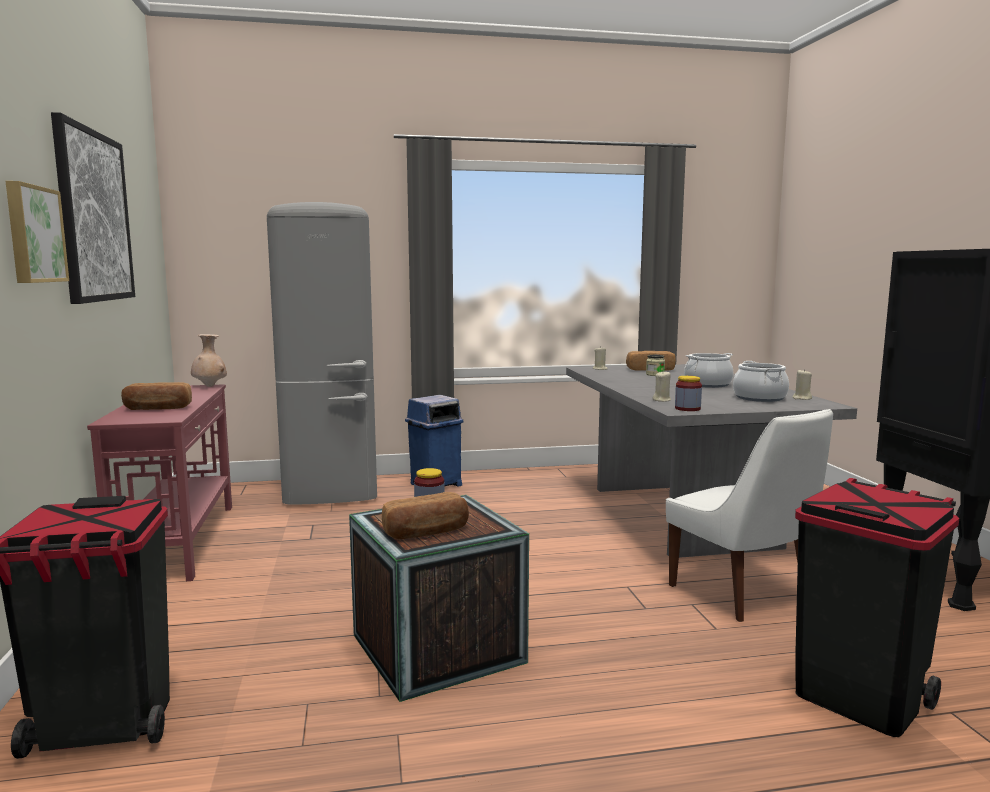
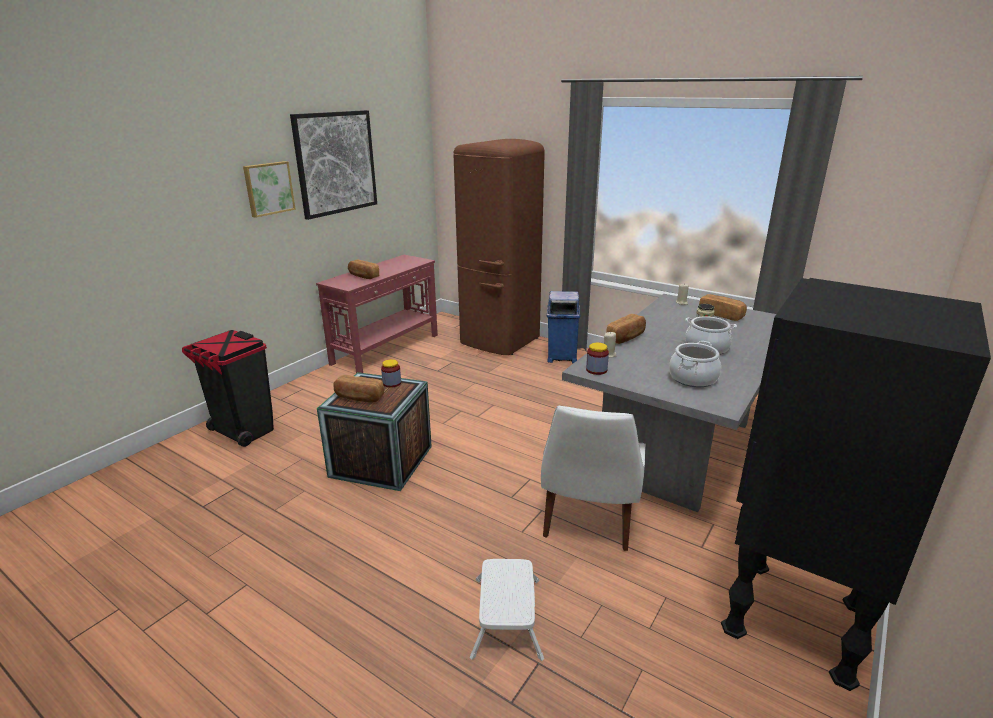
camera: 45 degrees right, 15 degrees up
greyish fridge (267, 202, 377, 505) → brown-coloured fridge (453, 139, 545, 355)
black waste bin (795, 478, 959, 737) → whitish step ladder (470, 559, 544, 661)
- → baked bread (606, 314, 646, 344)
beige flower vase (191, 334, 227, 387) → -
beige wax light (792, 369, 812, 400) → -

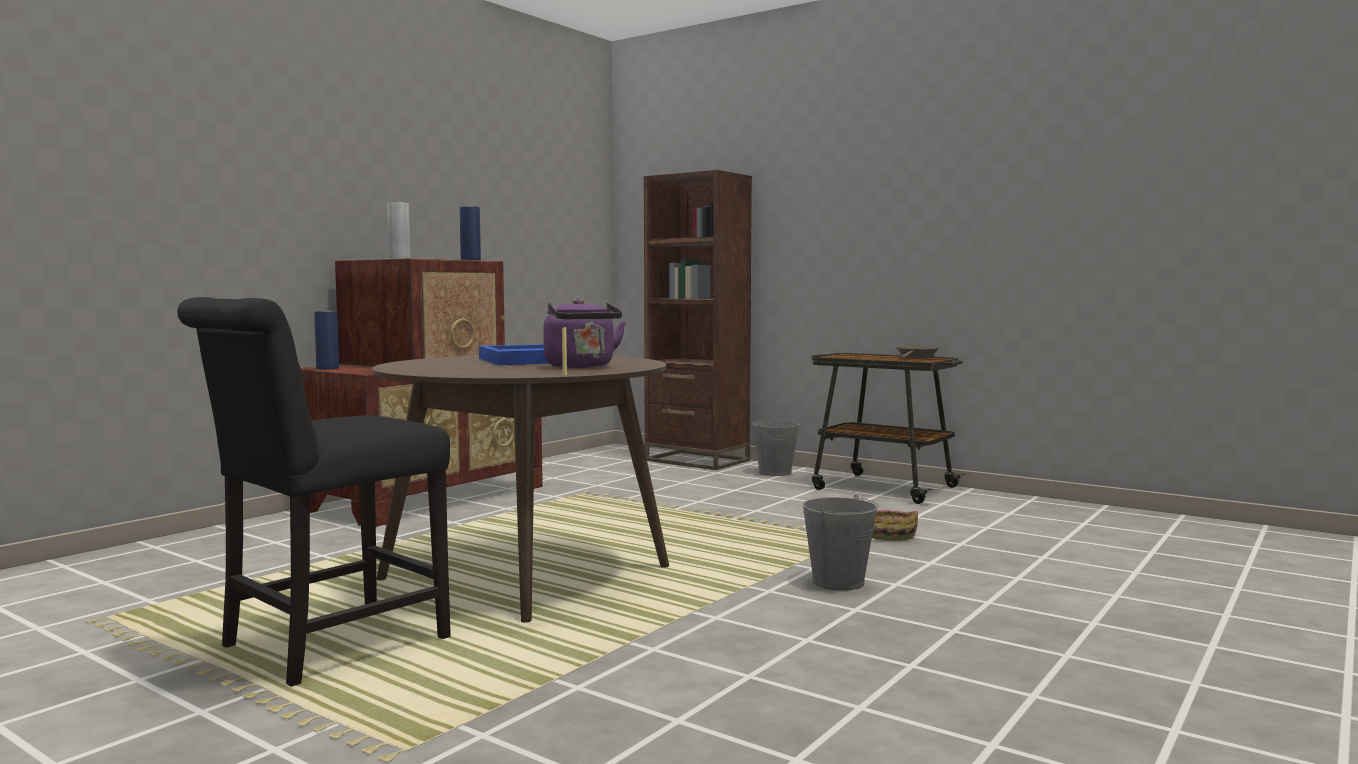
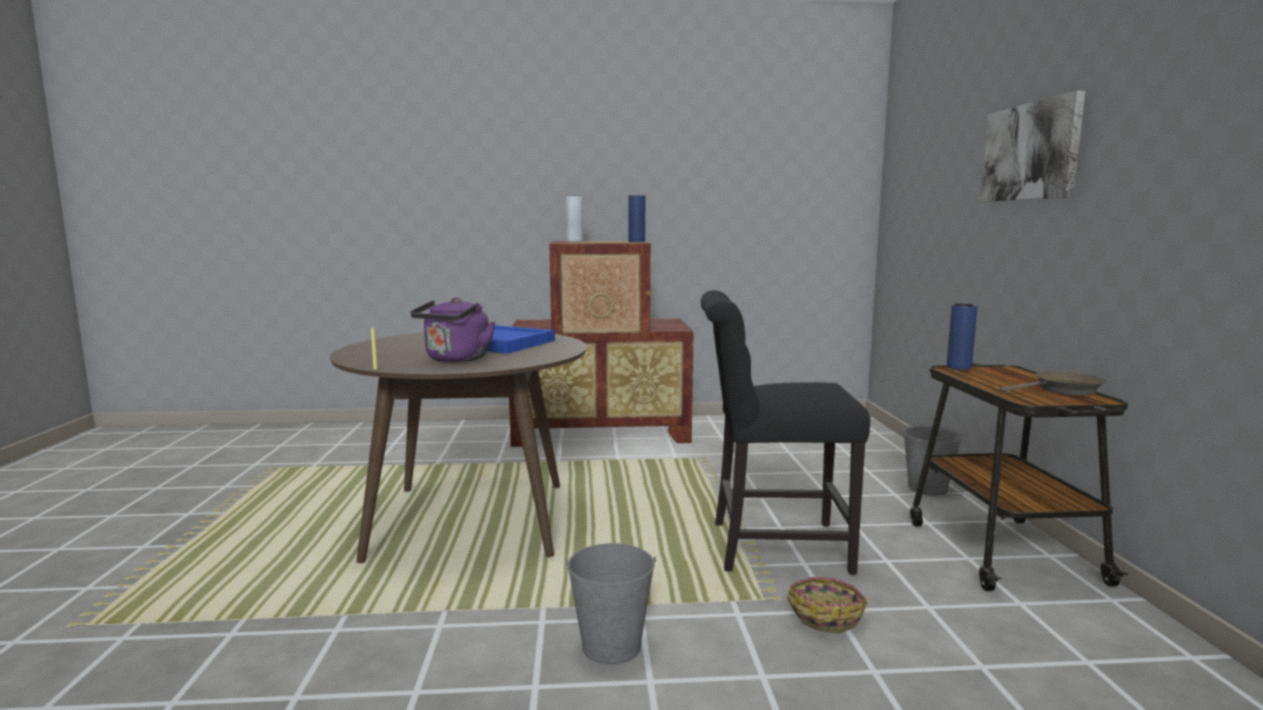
camera: 50 degrees right, 5 degrees up
black chair (177, 297, 451, 687) → black chair (701, 290, 870, 575), moved
blue-coloured flower vase (314, 311, 339, 369) → blue-coloured flower vase (947, 304, 978, 370), moved
- → wall art (980, 90, 1085, 202)
brown-coloured shelving unit (644, 170, 752, 470) → -

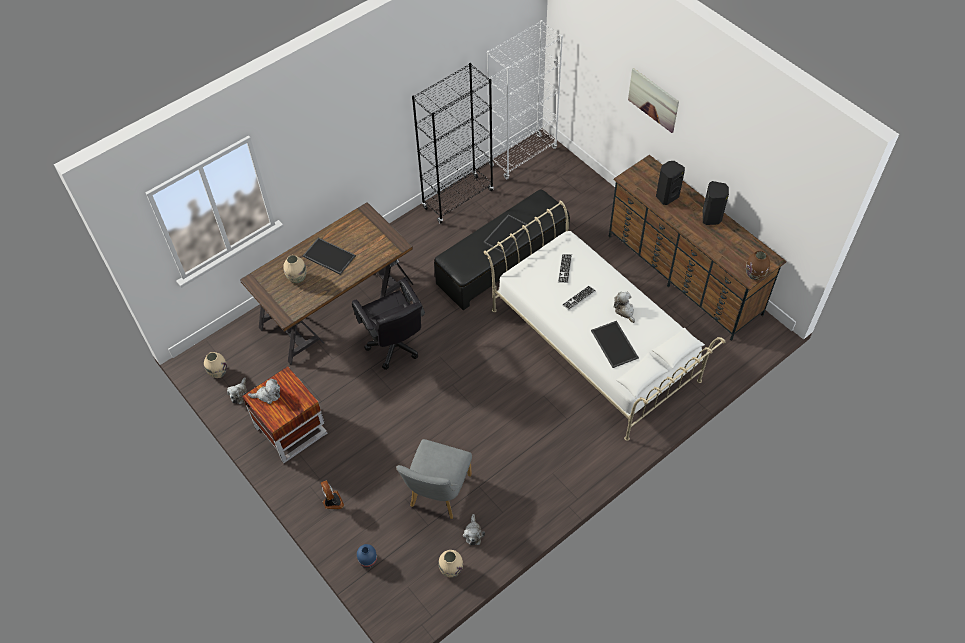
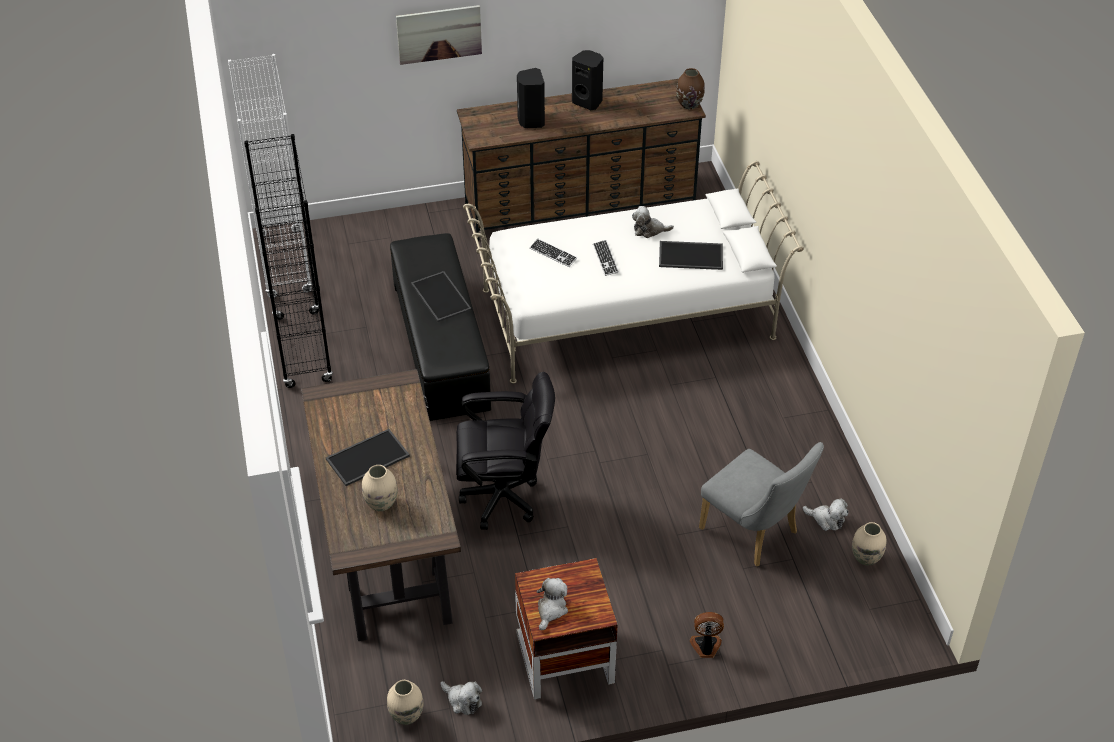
camera: 65 degrees left, 10 degrees down
blue-coloured flower vase (357, 544, 377, 568) → -

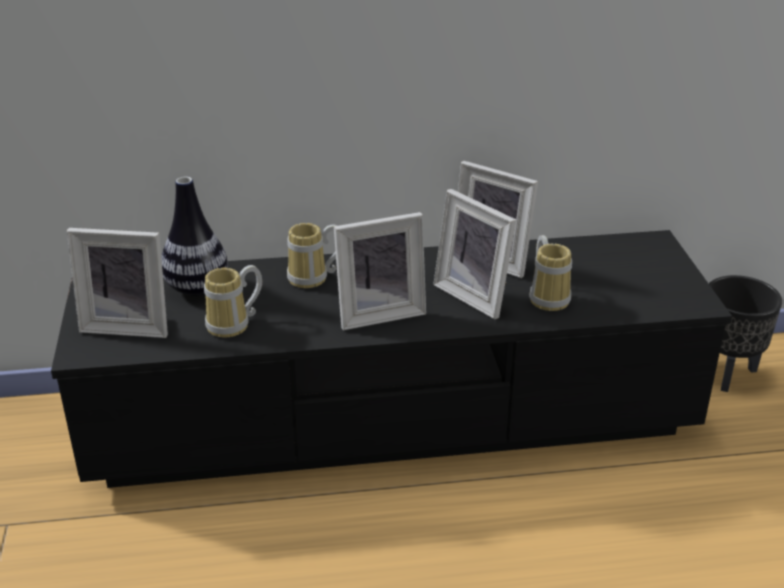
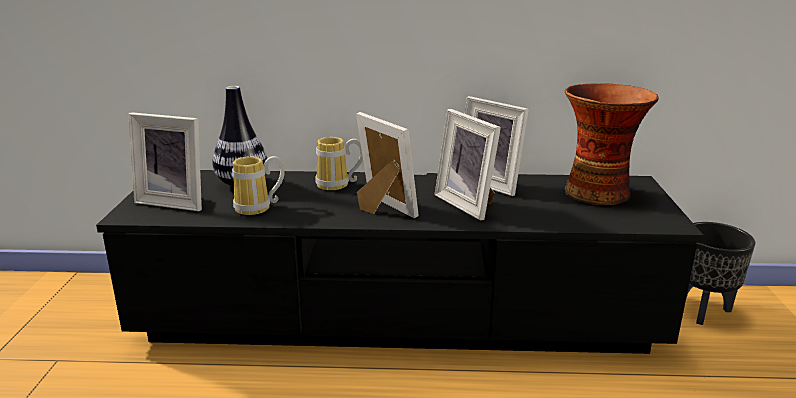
camera: 10 degrees right, 10 degrees down
picture frame (334, 212, 426, 330) → picture frame (356, 112, 419, 218), 120 degrees counterclockwise
- → flower vase (565, 83, 658, 205)
tea mug (529, 235, 572, 311) → -

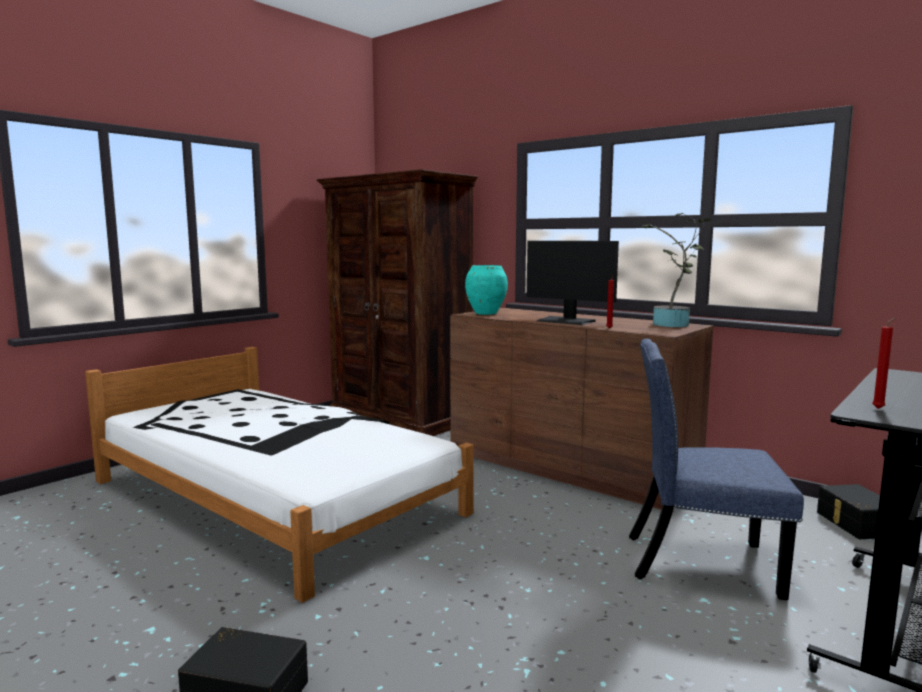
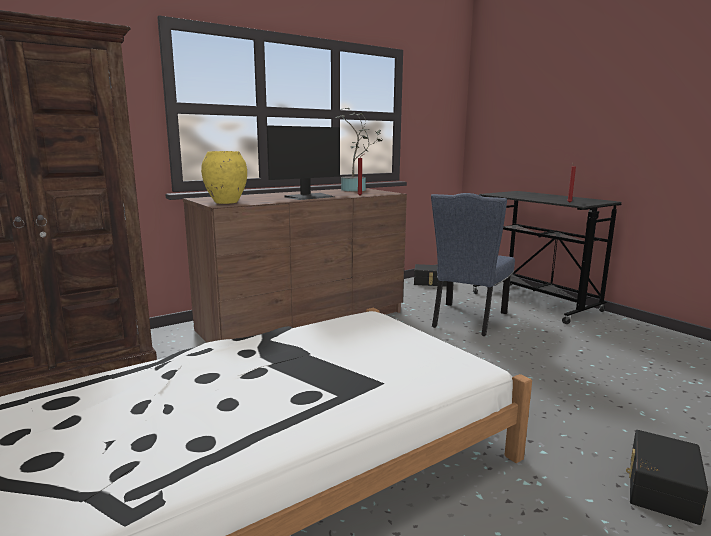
camera: 75 degrees left, 5 degrees up
turquoise flower vase (465, 265, 508, 315) → yellow-coloured flower vase (201, 151, 247, 204)

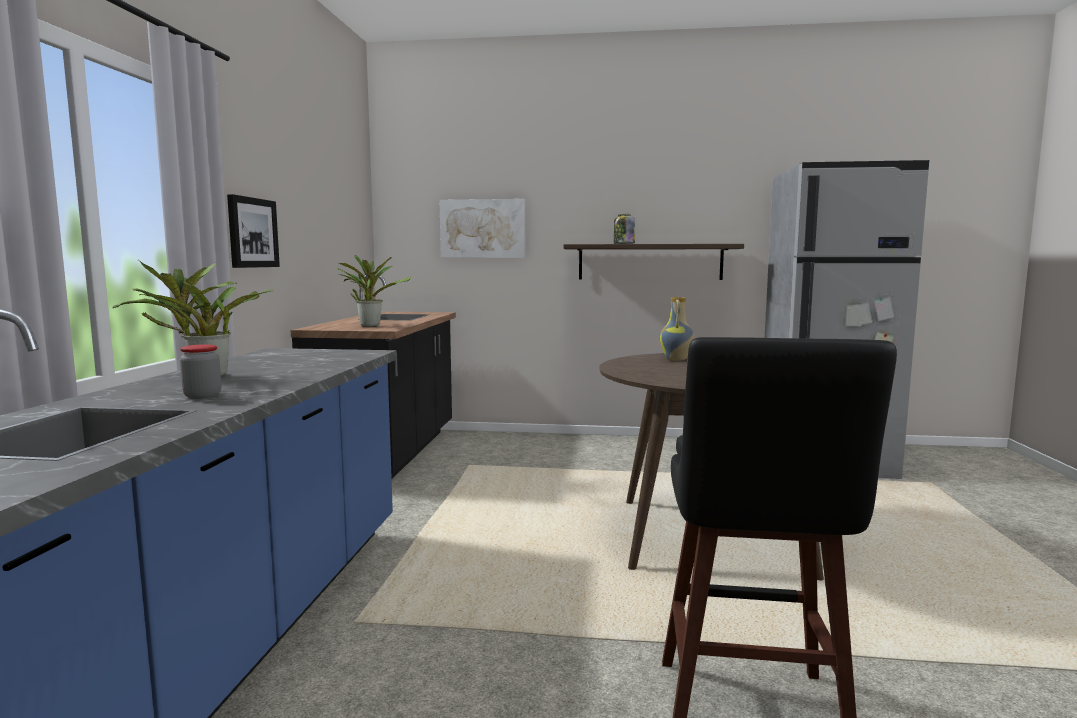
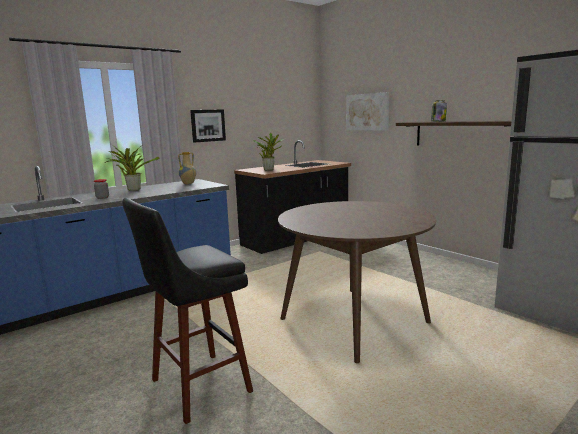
camera: 45 degrees right, 5 degrees up
flower vase (660, 297, 694, 361) → flower vase (178, 152, 196, 184), moved

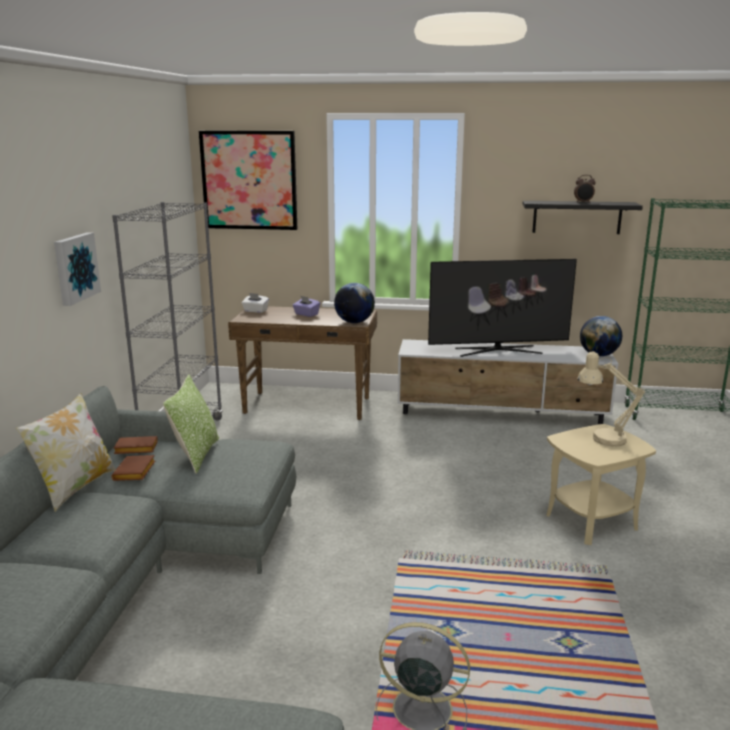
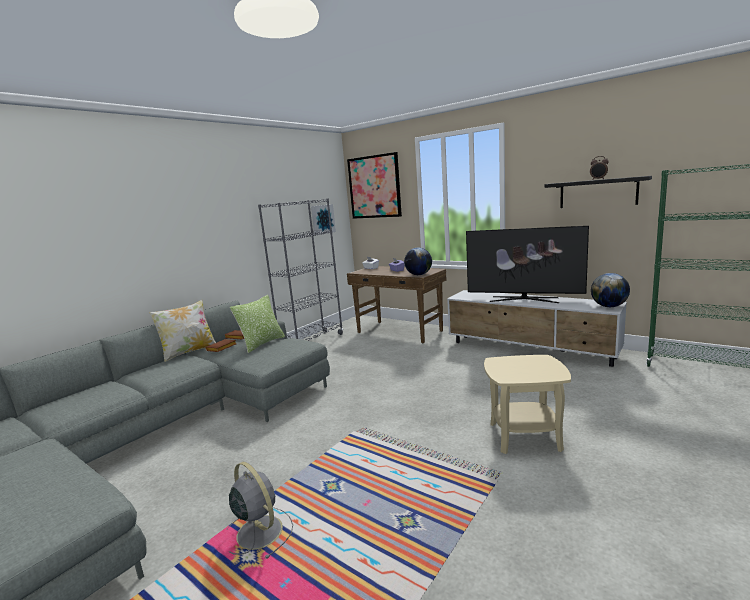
camera: 30 degrees right, 5 degrees down
wall art (54, 232, 101, 306) → wall art (311, 204, 336, 235), moved
beige lamp for a table (577, 352, 645, 447) → -

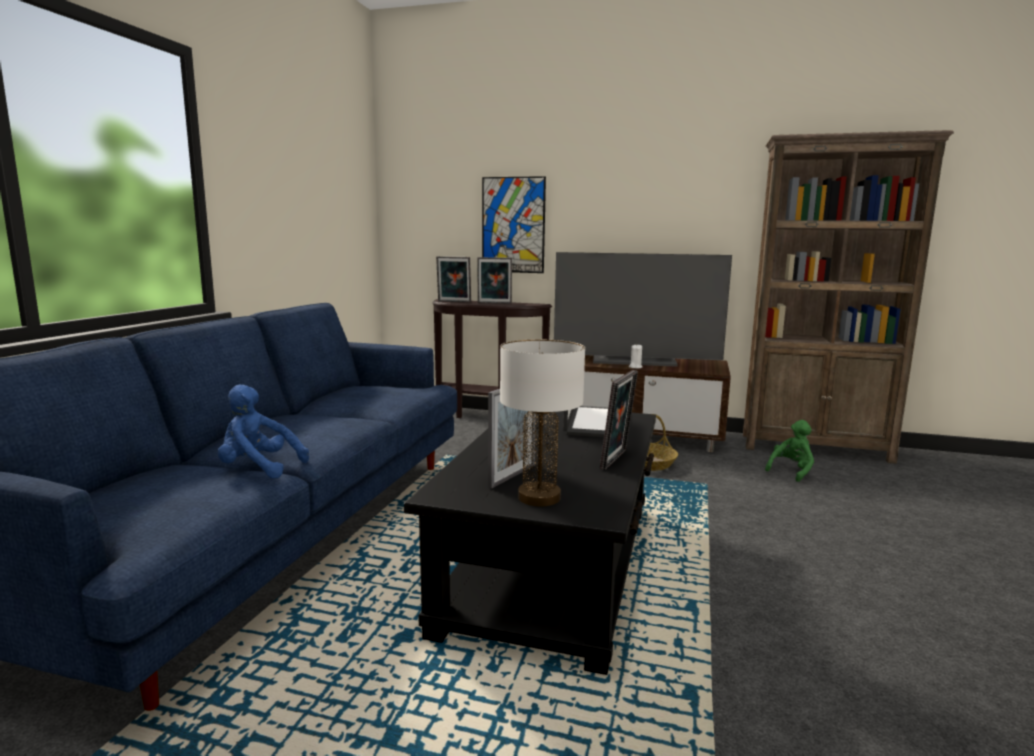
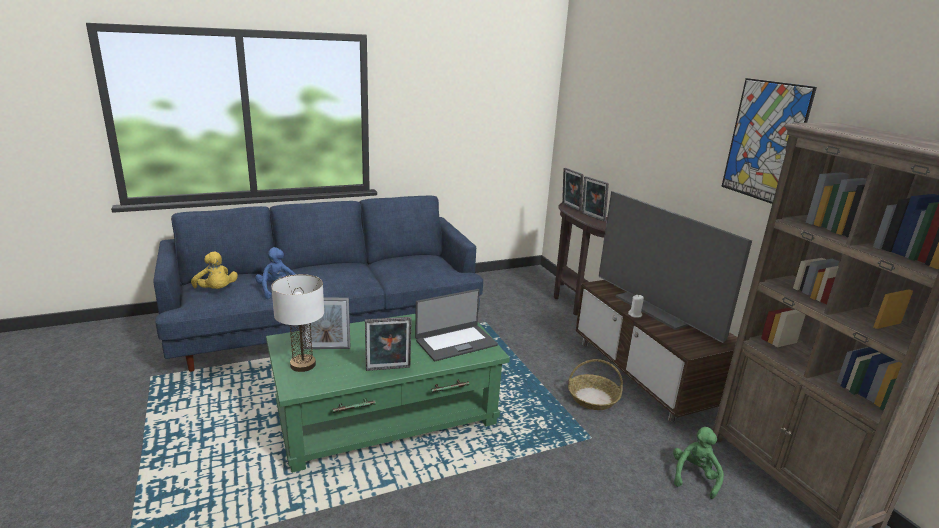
camera: 50 degrees right, 10 degrees up
- → yellow-coloured plush toy (191, 252, 238, 289)
black low table (404, 411, 656, 675) → greenish low table (266, 314, 510, 473)
greenish plush toy (765, 420, 814, 482) → greenish plush toy (673, 427, 724, 499), 75 degrees counterclockwise
wall art (482, 176, 546, 273) → wall art (721, 78, 817, 204), moved

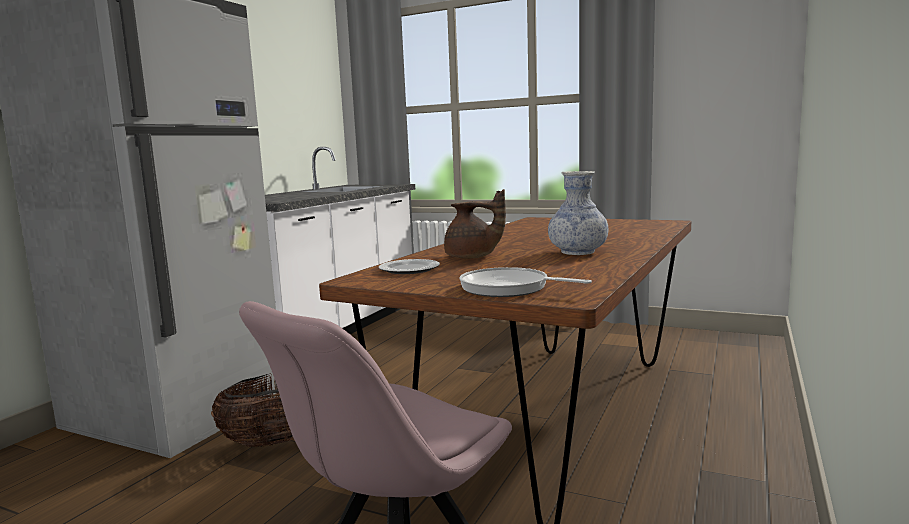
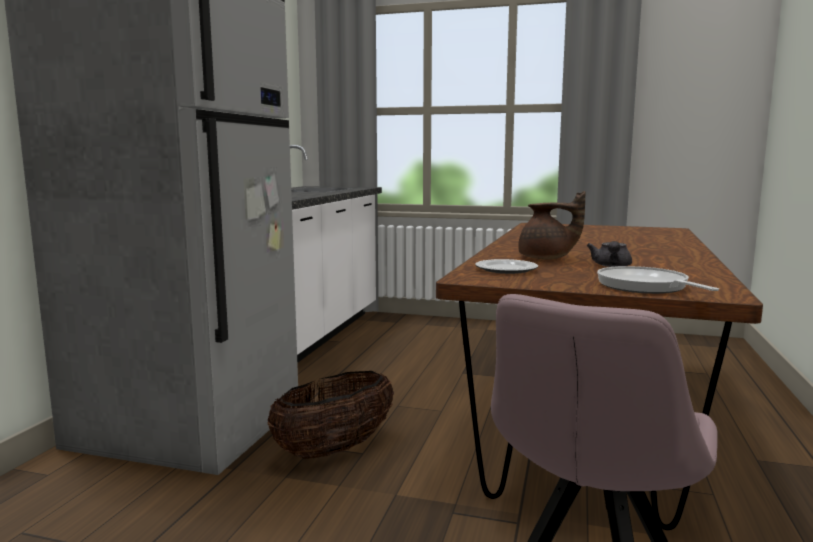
camera: 10 degrees left, 0 degrees up
- → greyish teapot (587, 241, 632, 267)
pan (459, 267, 592, 297) → pan (597, 266, 719, 294), 45 degrees clockwise
flower vase (548, 171, 609, 255) → -

